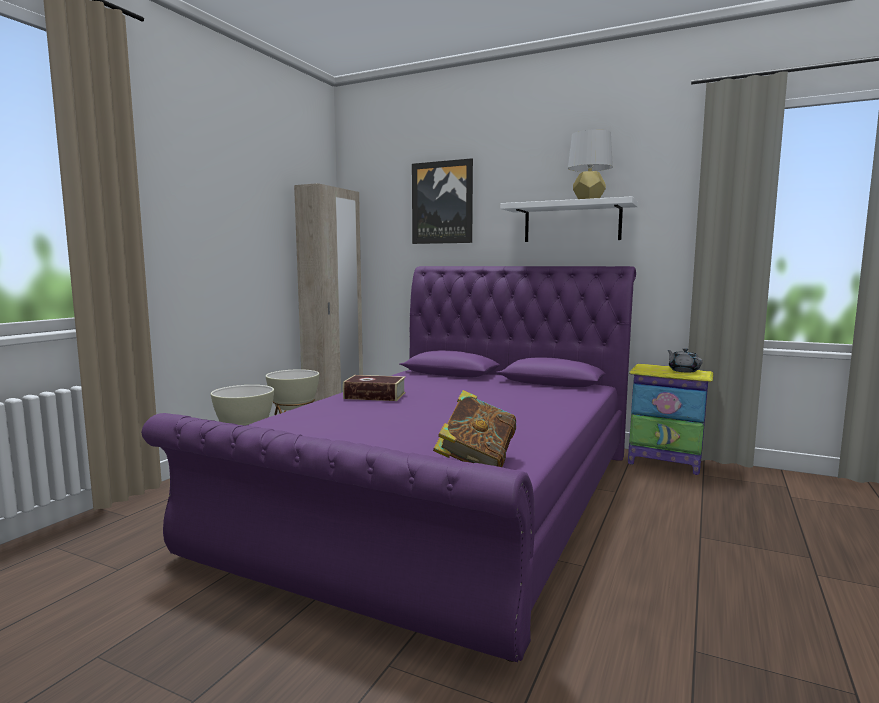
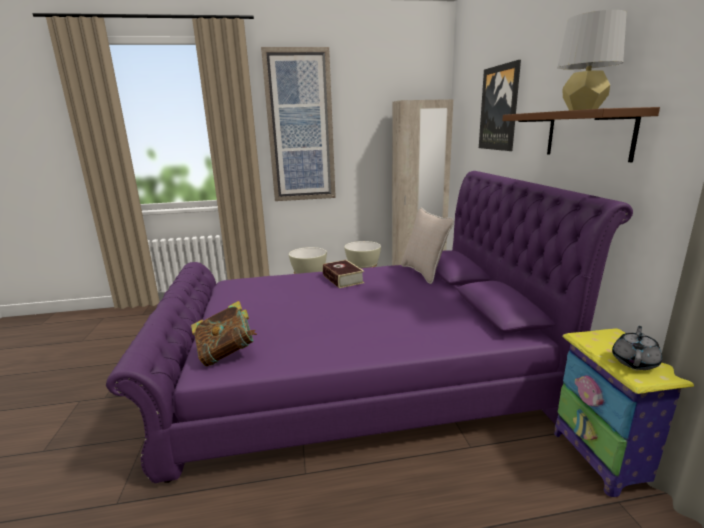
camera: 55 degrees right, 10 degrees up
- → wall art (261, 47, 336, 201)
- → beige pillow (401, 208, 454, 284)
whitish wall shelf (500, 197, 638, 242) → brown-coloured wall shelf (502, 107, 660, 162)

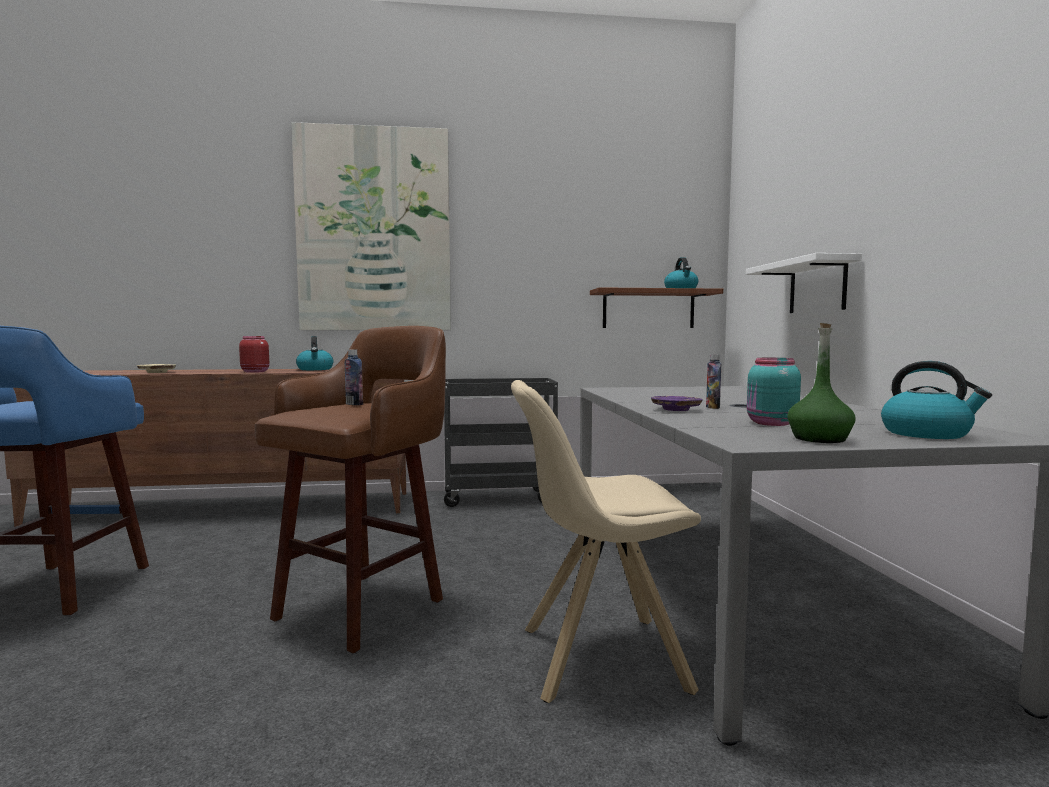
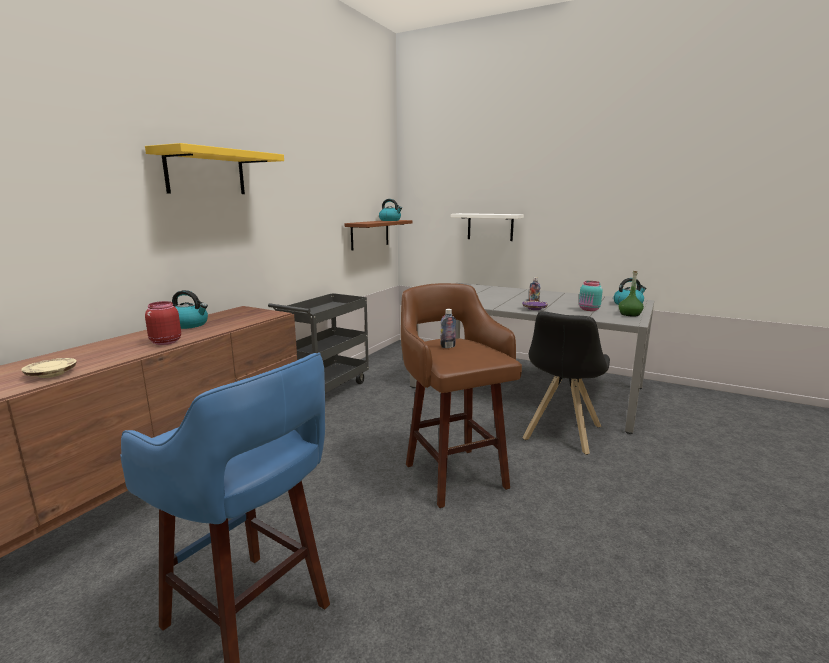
camera: 55 degrees left, 10 degrees up
wall art (291, 122, 451, 330) → yellow-coloured wall shelf (145, 143, 284, 194)
beige chair (511, 380, 701, 703) → black chair (522, 311, 610, 455)

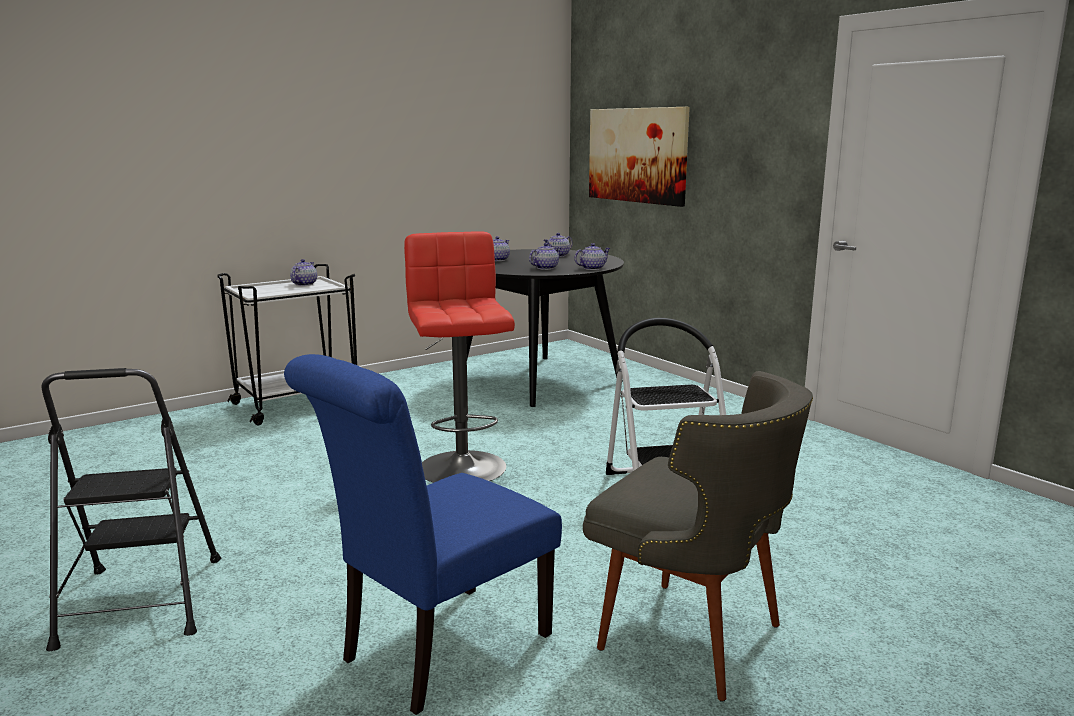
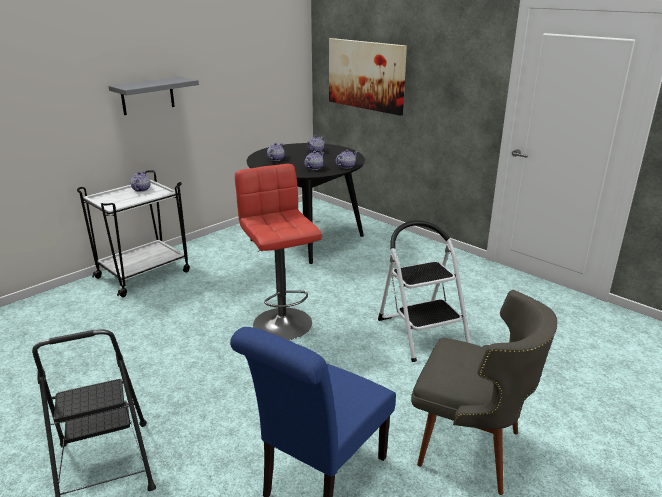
camera: 10 degrees left, 10 degrees up
- → greyish wall shelf (108, 76, 199, 115)

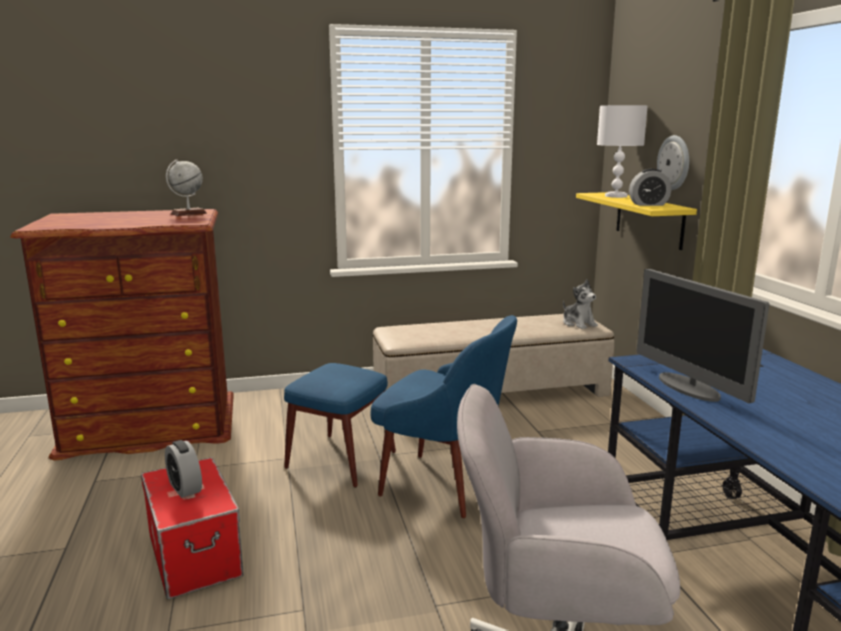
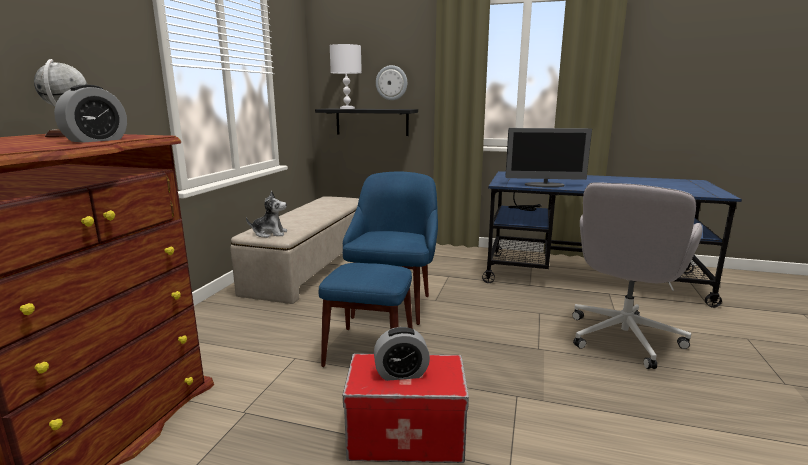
camera: 60 degrees left, 0 degrees up
table clock (629, 169, 671, 206) → table clock (54, 85, 127, 143), moved
plush toy (563, 279, 598, 329) → plush toy (246, 191, 287, 238), moved
yellow-coloured wall shelf (576, 192, 697, 250) → black wall shelf (315, 109, 418, 136)
blue-coloured lounge chair (284, 315, 517, 518) → blue-coloured lounge chair (319, 172, 438, 367), 45 degrees counterclockwise

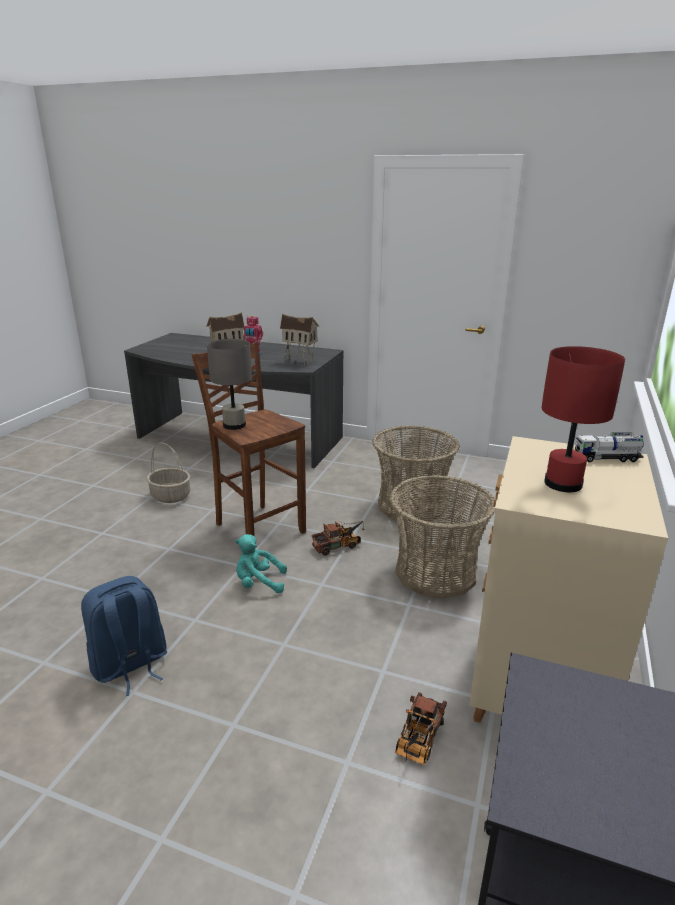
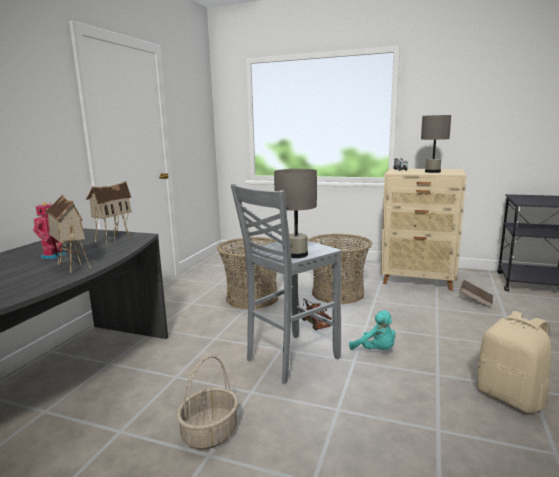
camera: 90 degrees left, 10 degrees down
brown-coloured sitting stool (192, 342, 306, 537) → greyish sitting stool (231, 184, 341, 384)
turquoise plush toy (235, 534, 287, 593) → turquoise plush toy (349, 310, 396, 350), 45 degrees counterclockwise
reddish lamp for a table (542, 346, 625, 492) → greyish lamp for a table (421, 115, 451, 173)
toy lorry (395, 692, 447, 765) → brown-coloured book (460, 280, 493, 308)
blue-coloured backpack (81, 576, 167, 696) → beige backpack (477, 311, 551, 414)

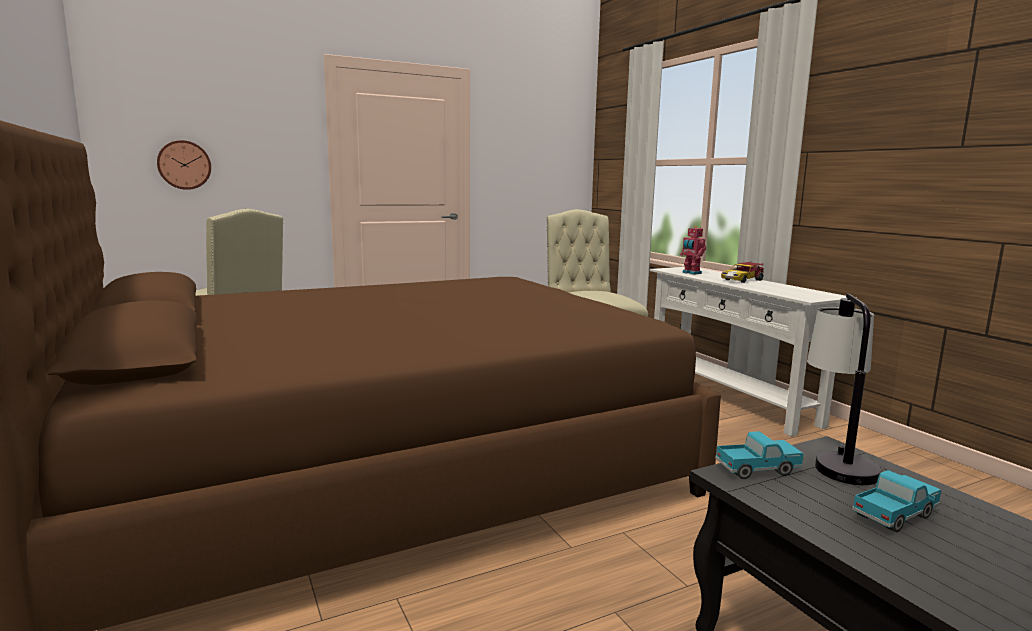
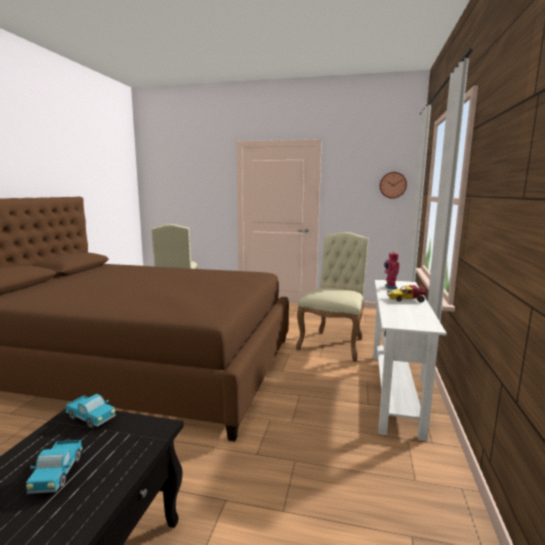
camera: 40 degrees right, 0 degrees up
toy lorry (852, 470, 941, 532) → toy lorry (26, 440, 82, 494), 75 degrees clockwise
wall clock (157, 140, 211, 190) → wall clock (380, 172, 407, 198), moved
lamp for a table (807, 294, 881, 485) → -

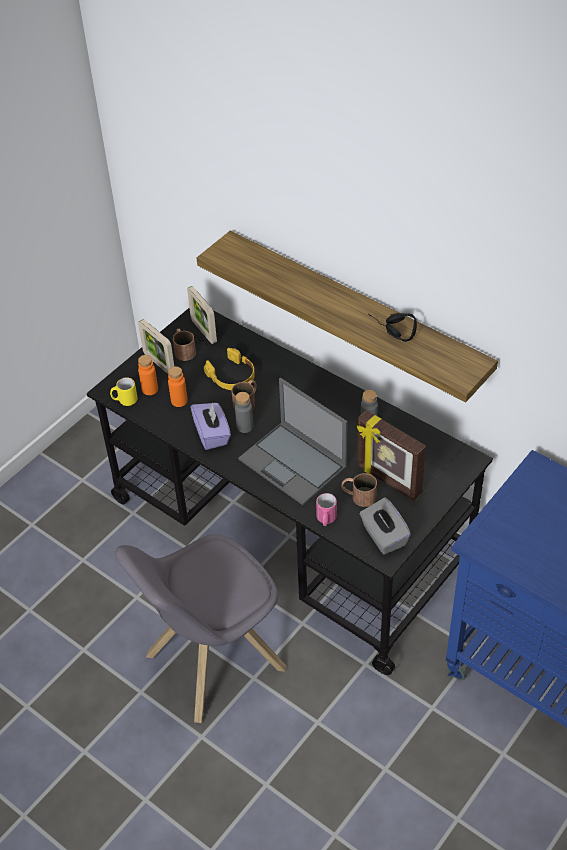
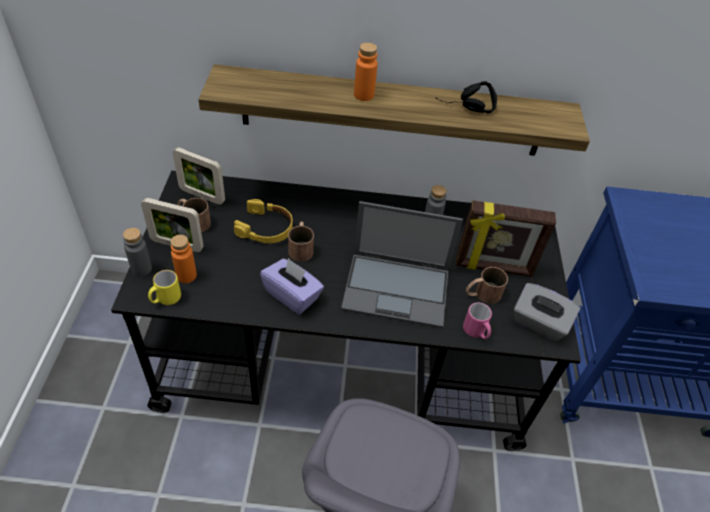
camera: 40 degrees left, 0 degrees up
greyish drink bottle (235, 392, 253, 433) → greyish drink bottle (123, 228, 152, 276), moved
orange drink bottle (168, 366, 188, 407) → orange drink bottle (354, 43, 378, 101), moved

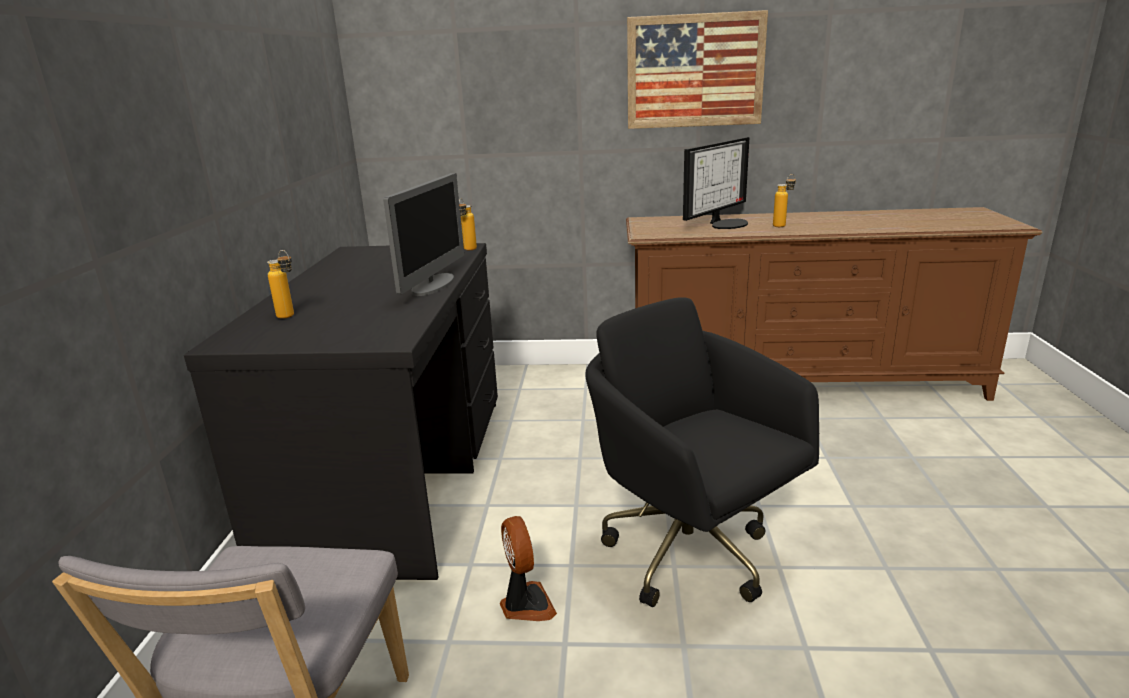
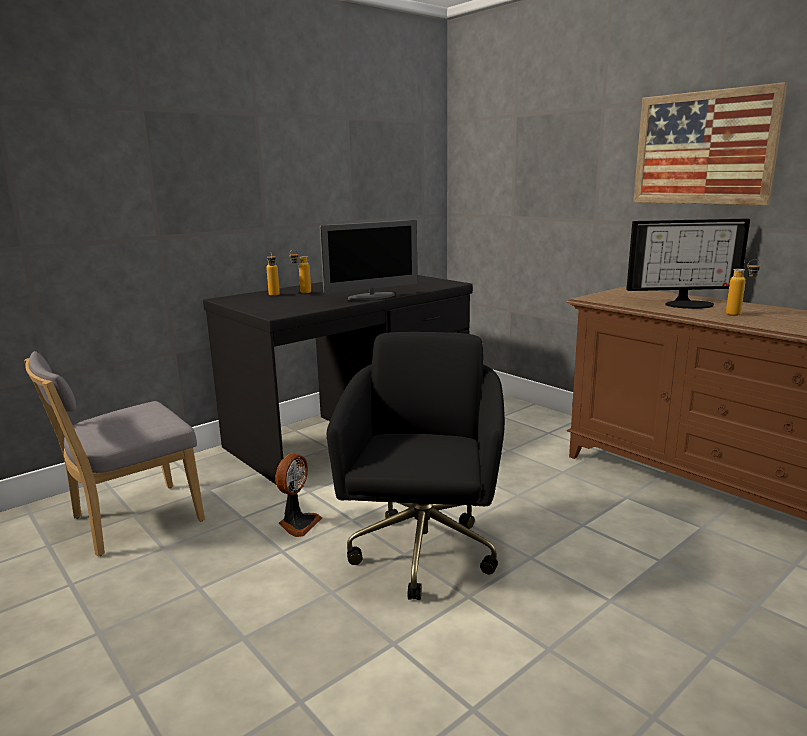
camera: 45 degrees right, 5 degrees down
drink bottle (459, 199, 477, 250) → drink bottle (289, 249, 311, 293), moved

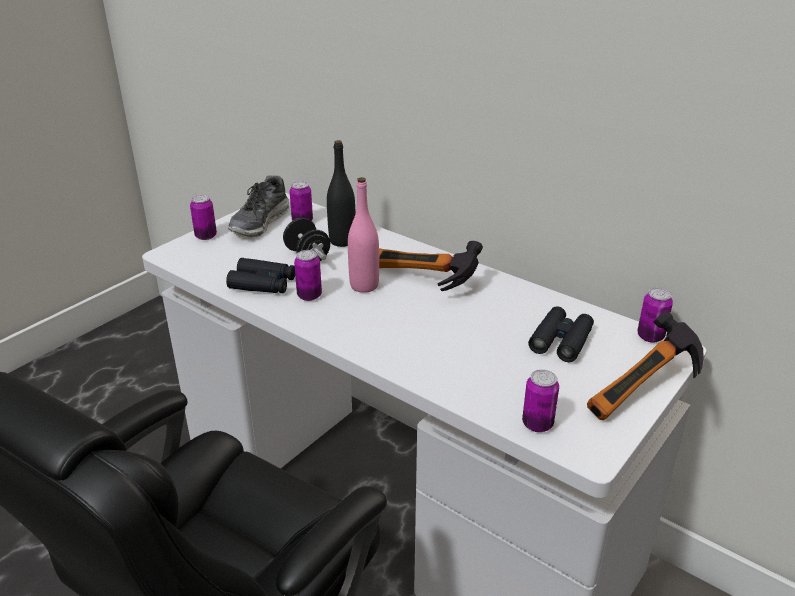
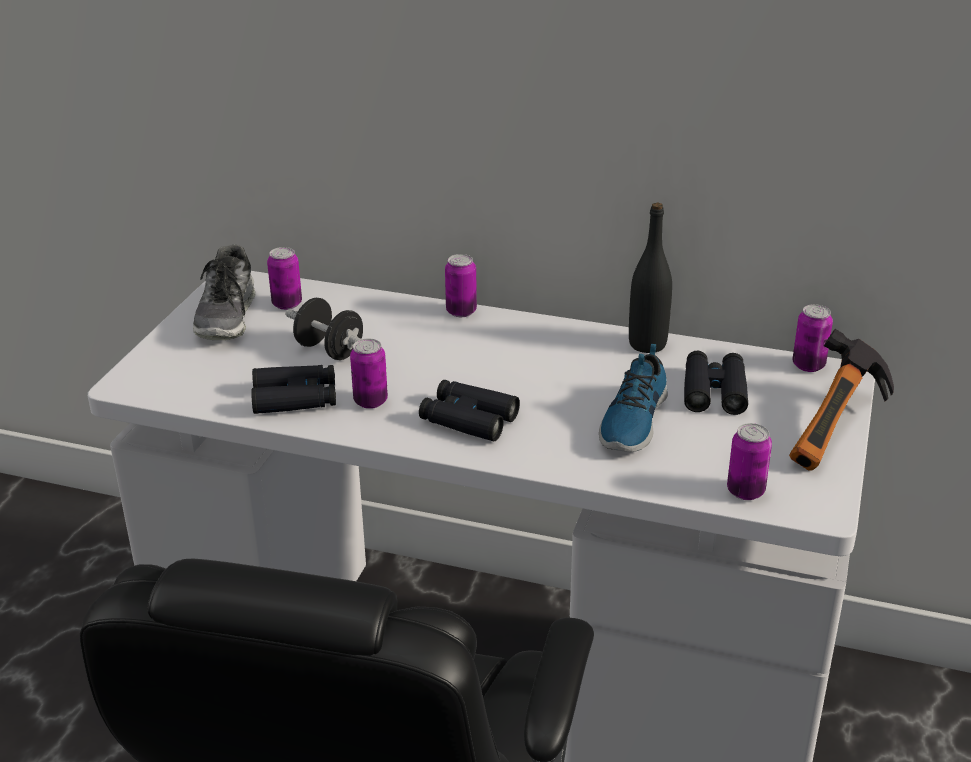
camera: 20 degrees left, 0 degrees up
- → black pair of binoculars (419, 380, 520, 441)
can (190, 195, 217, 240) → can (445, 254, 477, 317), moved
- → item of footwear (599, 344, 668, 452)
black drink bottle (327, 140, 355, 247) → black drink bottle (629, 202, 672, 353), moved
pink-coloured drink bottle (348, 177, 379, 293) → -
tool hammer (379, 241, 483, 291) → -

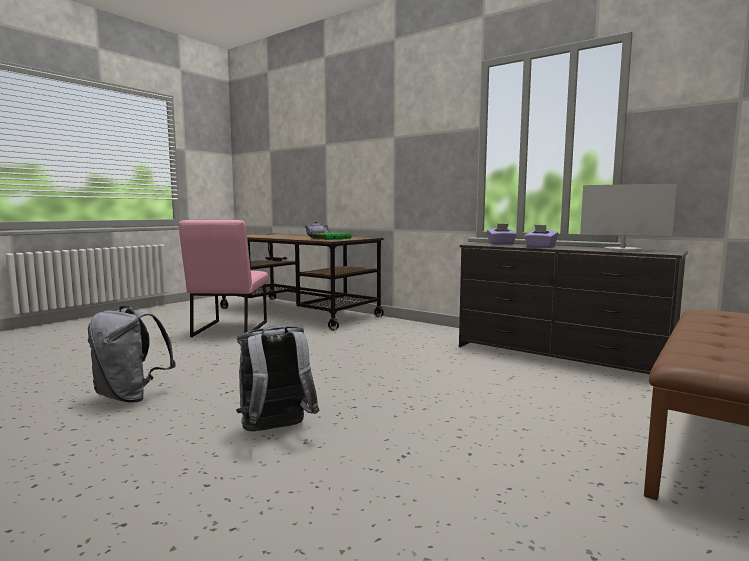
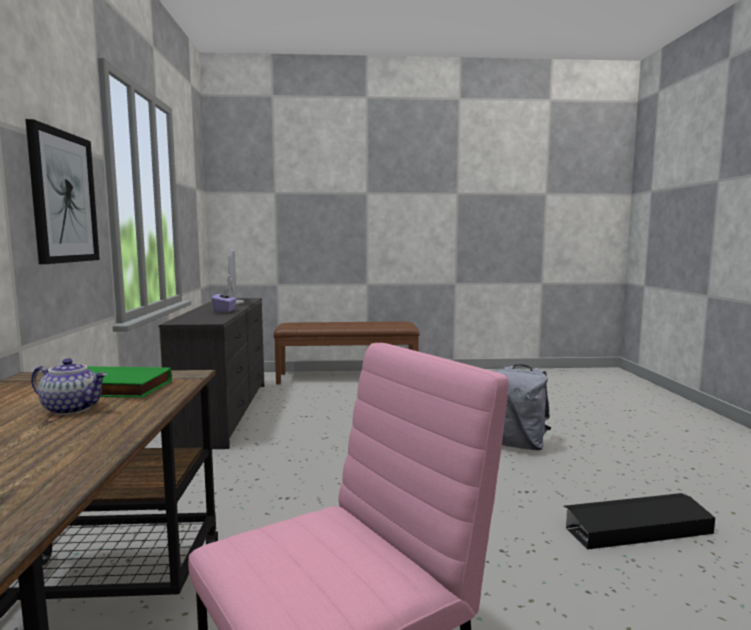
camera: 130 degrees left, 0 degrees up
- → wall art (25, 119, 100, 264)
greyish backpack (88, 306, 176, 402) → black storage box (564, 493, 715, 550)
purple tissue box (487, 224, 517, 244) → -

